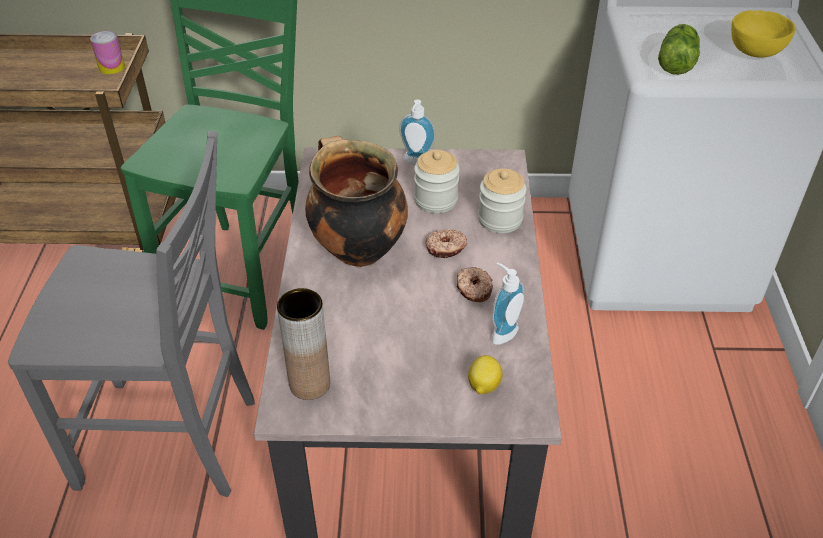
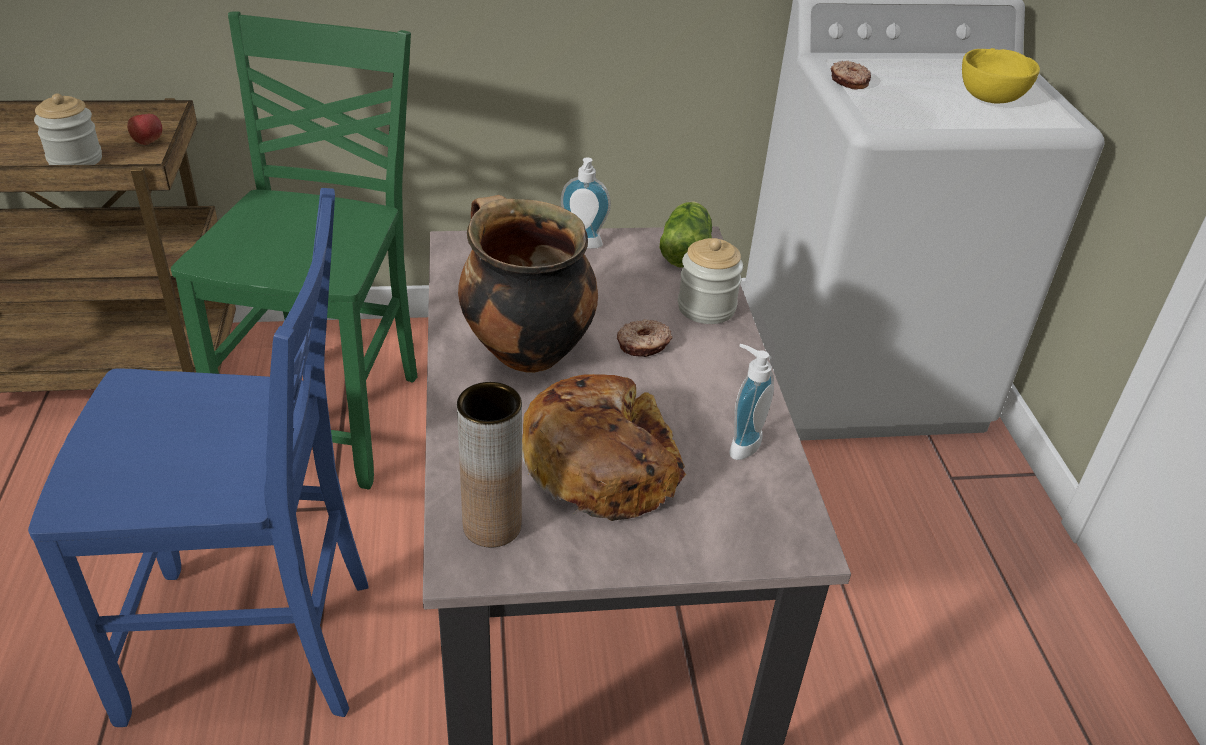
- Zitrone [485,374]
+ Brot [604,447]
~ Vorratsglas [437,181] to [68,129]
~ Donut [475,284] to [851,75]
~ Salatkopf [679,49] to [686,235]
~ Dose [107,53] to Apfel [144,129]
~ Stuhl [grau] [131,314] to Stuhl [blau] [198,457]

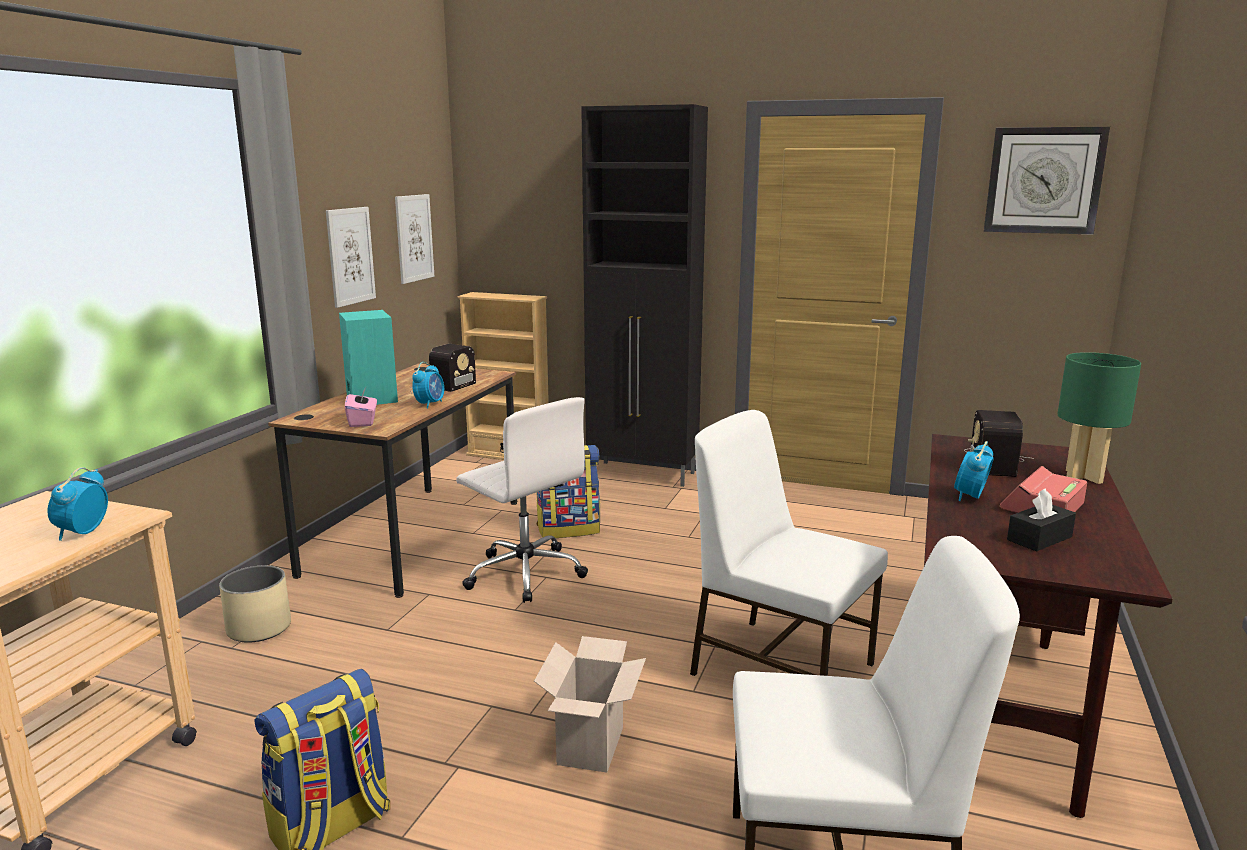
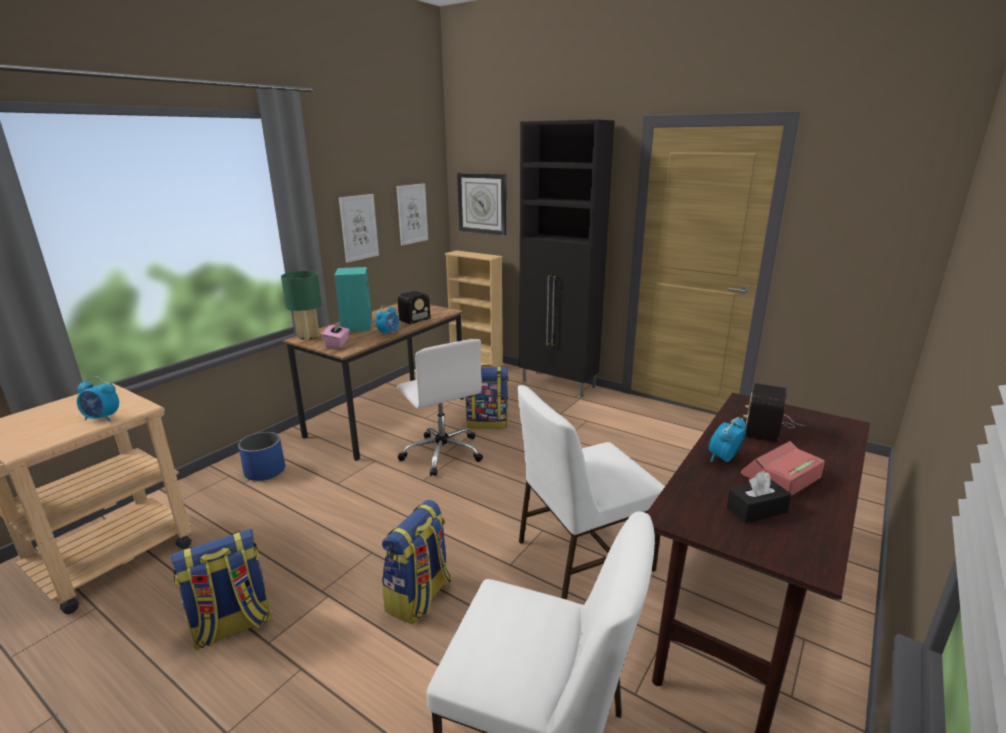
~ Wanduhr [1047,181] to [482,204]
~ Tischlampe [grün] [1099,418] to [301,306]
~ Karton [590,704] to Rucksack [416,562]
~ Pflanzkübel [beige] [255,604] to Pflanzkübel [blau] [261,456]
~ Wecker [77,504] = [98,398] 105 degrees counterclockwise
~ Stuhl [weiß] [789,543] = [591,492] 75 degrees counterclockwise

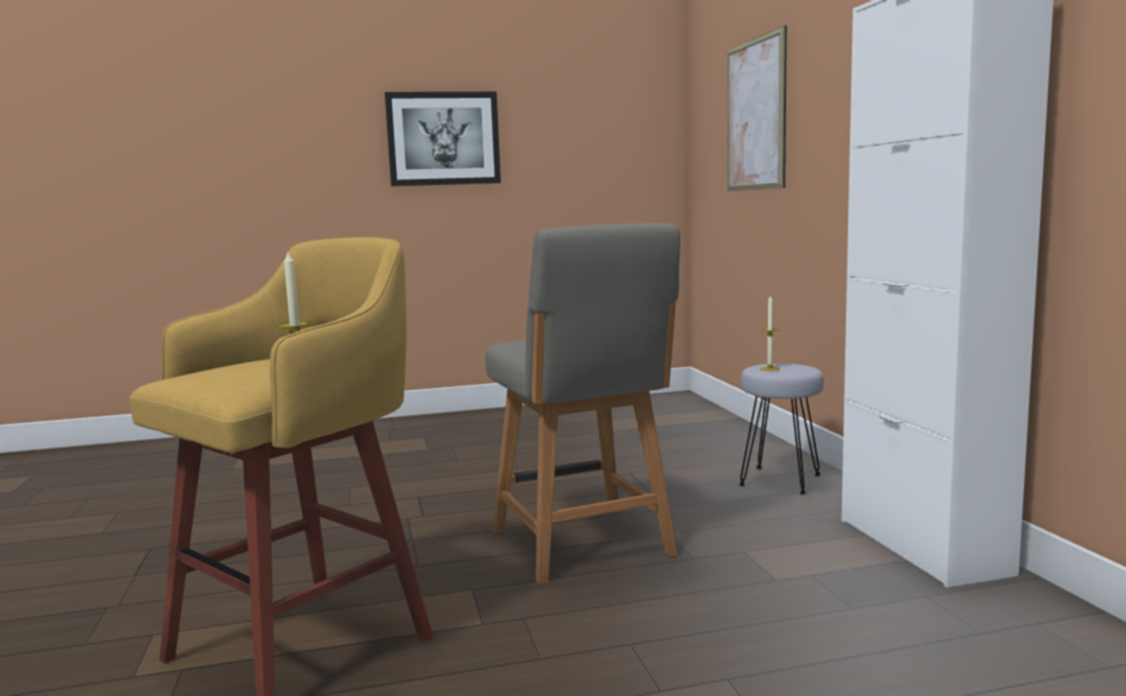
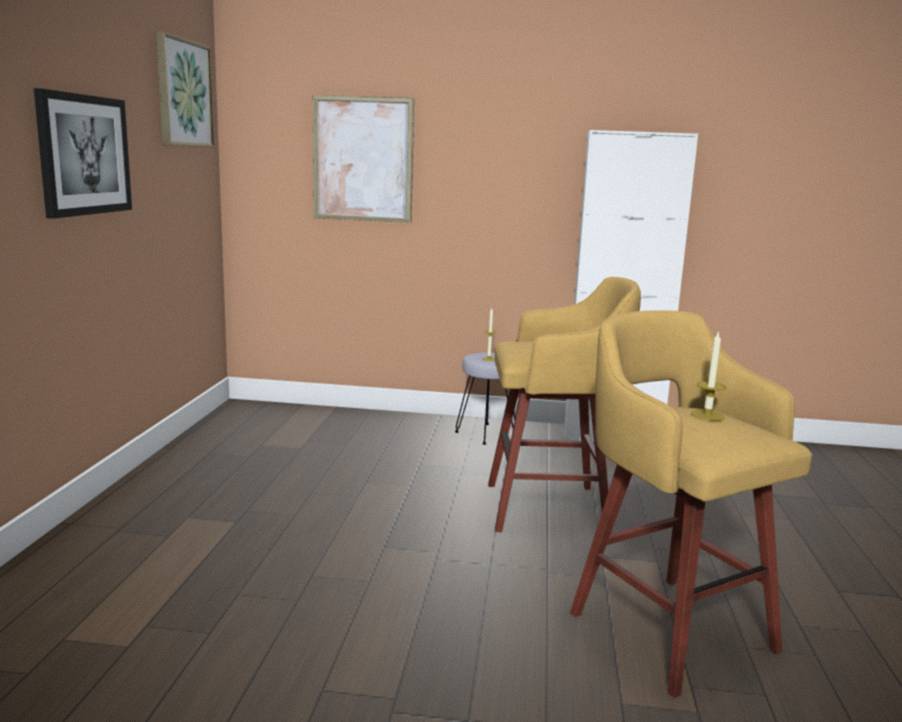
+ Bild [185,89]
~ Stuhl [grau] [582,404] to Hocker [gelb] [564,404]

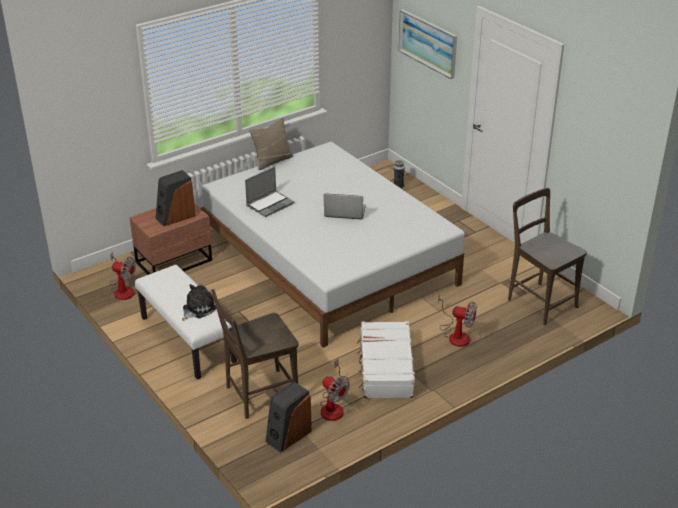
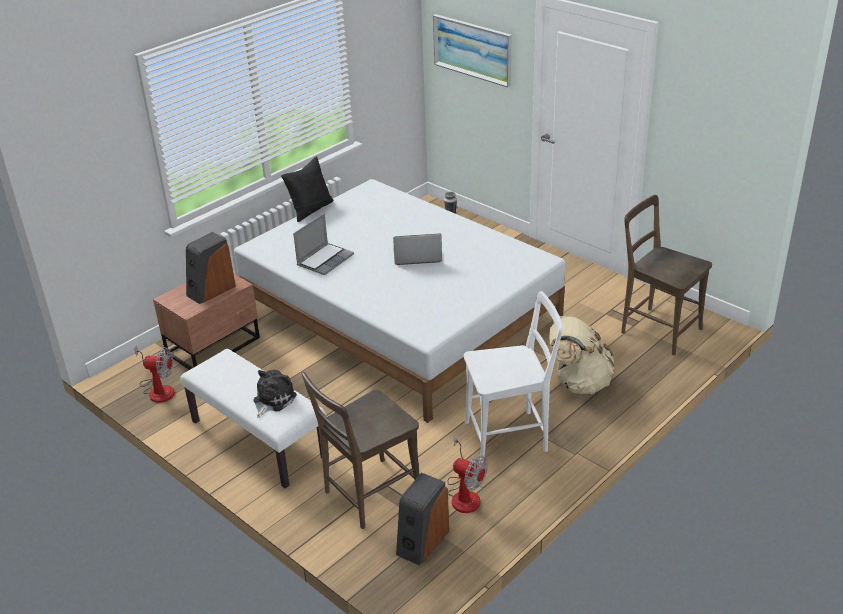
~ Koffer [weiß] [386,359] to Stuhl [weiß] [513,377]
~ Ventilator [457,321] to Rucksack [beige] [582,355]
~ Kissen [beige] [271,144] to Kissen [schwarz] [307,189]

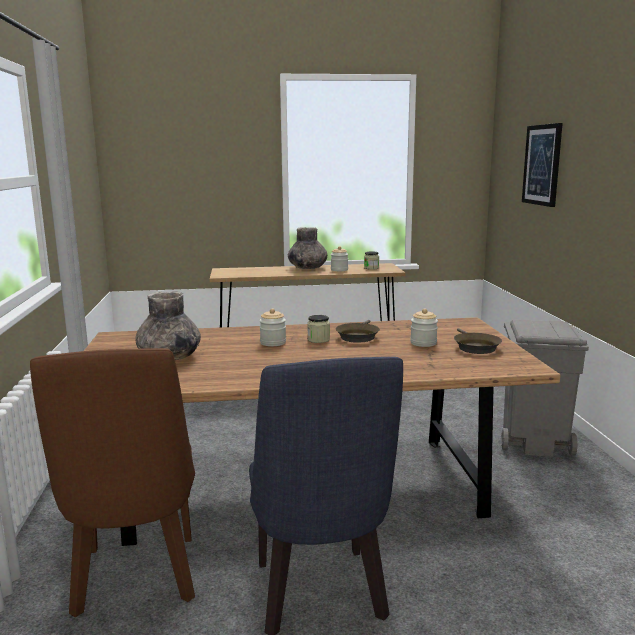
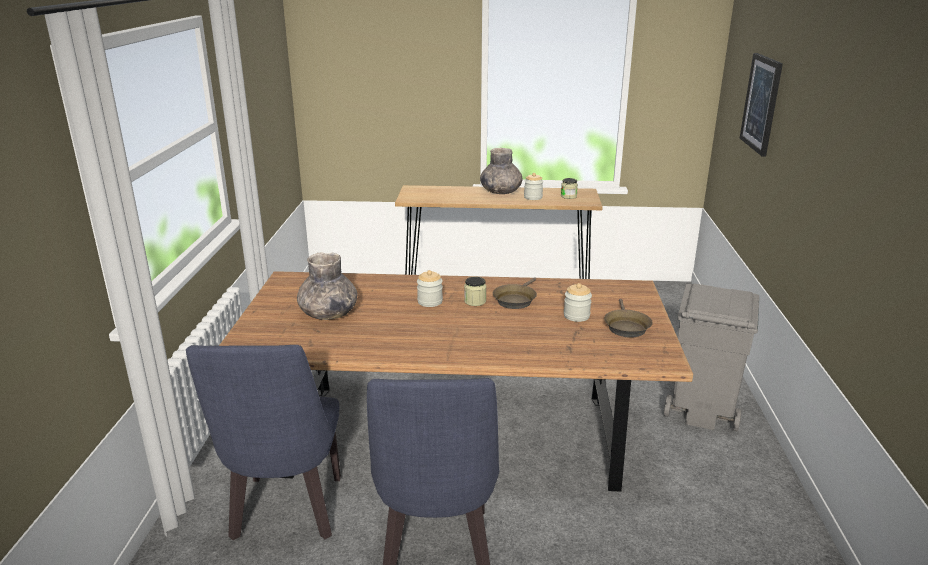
~ Stuhl [braun] [112,482] to Stuhl [blau] [263,442]

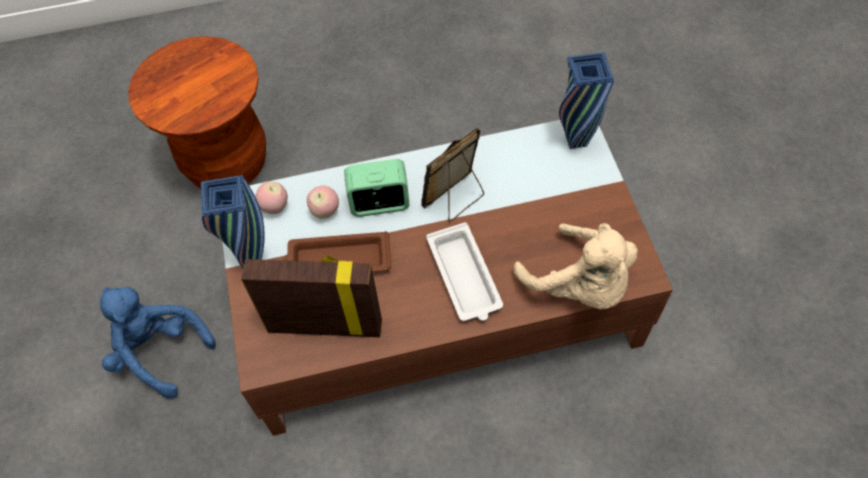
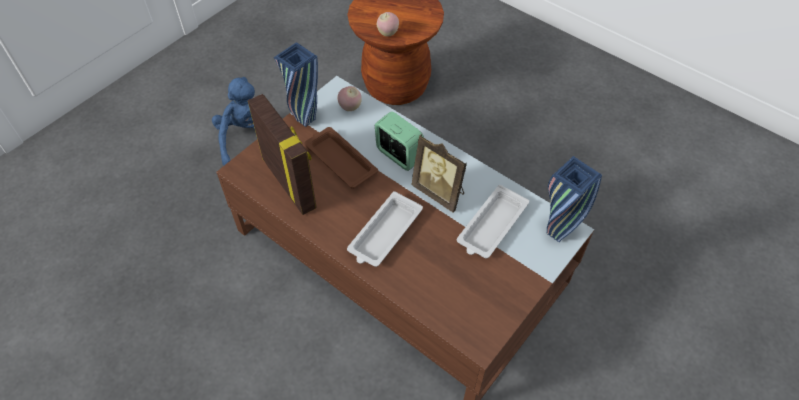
- Plüschtier [beige] [575,266]
+ Tablett [weiß] [493,221]
~ Apfel [323,202] to [388,24]
~ Bilderrahmen [452,175] = [439,173] 150 degrees counterclockwise

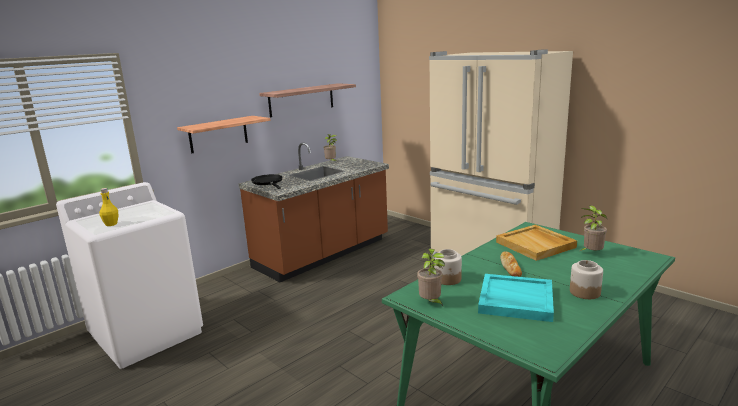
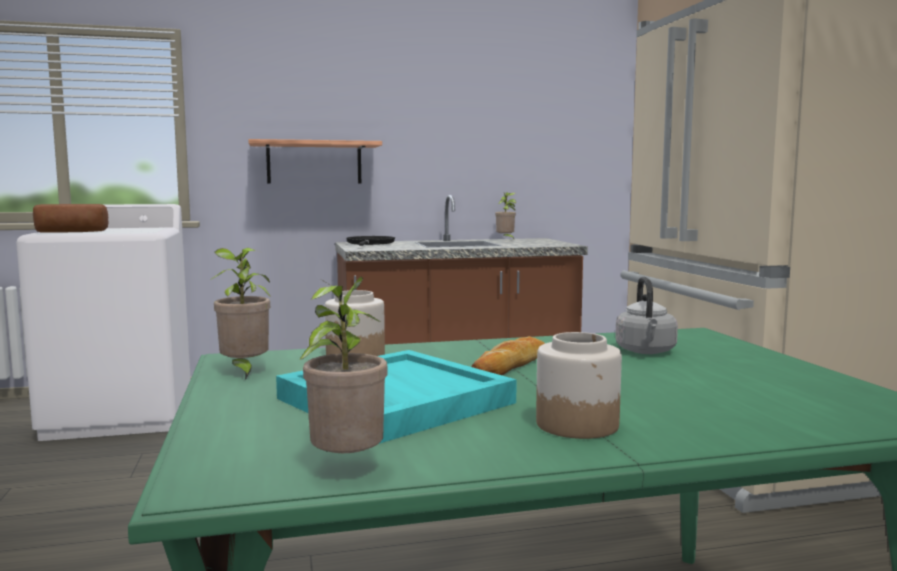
- Wandregal [307,100]
~ Topfpflanze [593,228] to [343,365]
~ Flasche [gelb] [108,207] to Brot [70,218]
~ Tablett [beige] [536,243] to Wasserkessel [grau] [646,315]

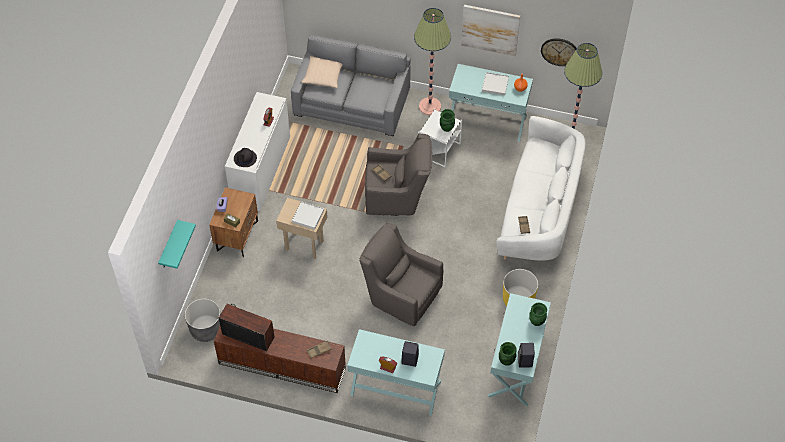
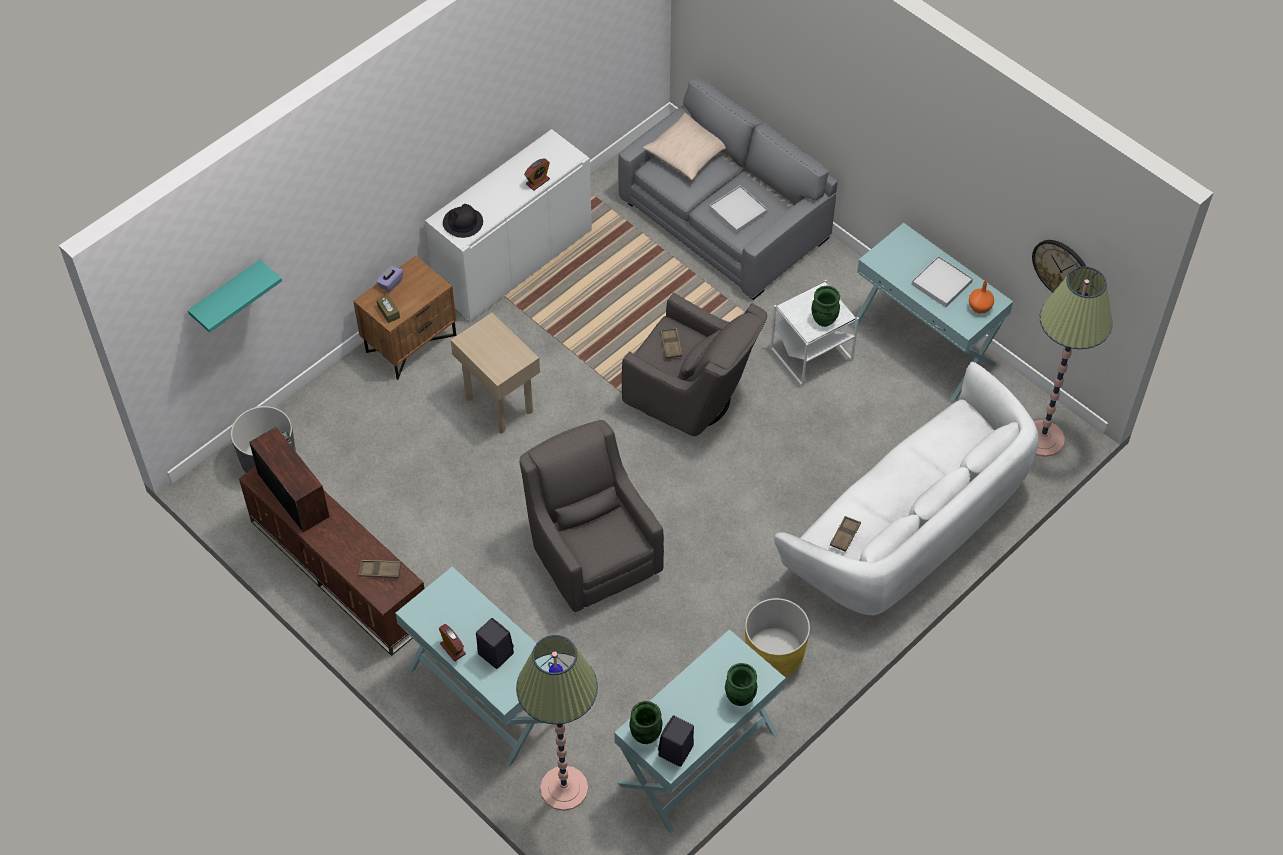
- Bild [490,30]
~ Tablett [weiß] [307,215] to [738,209]
~ Stehlampe [432,61] to [557,723]

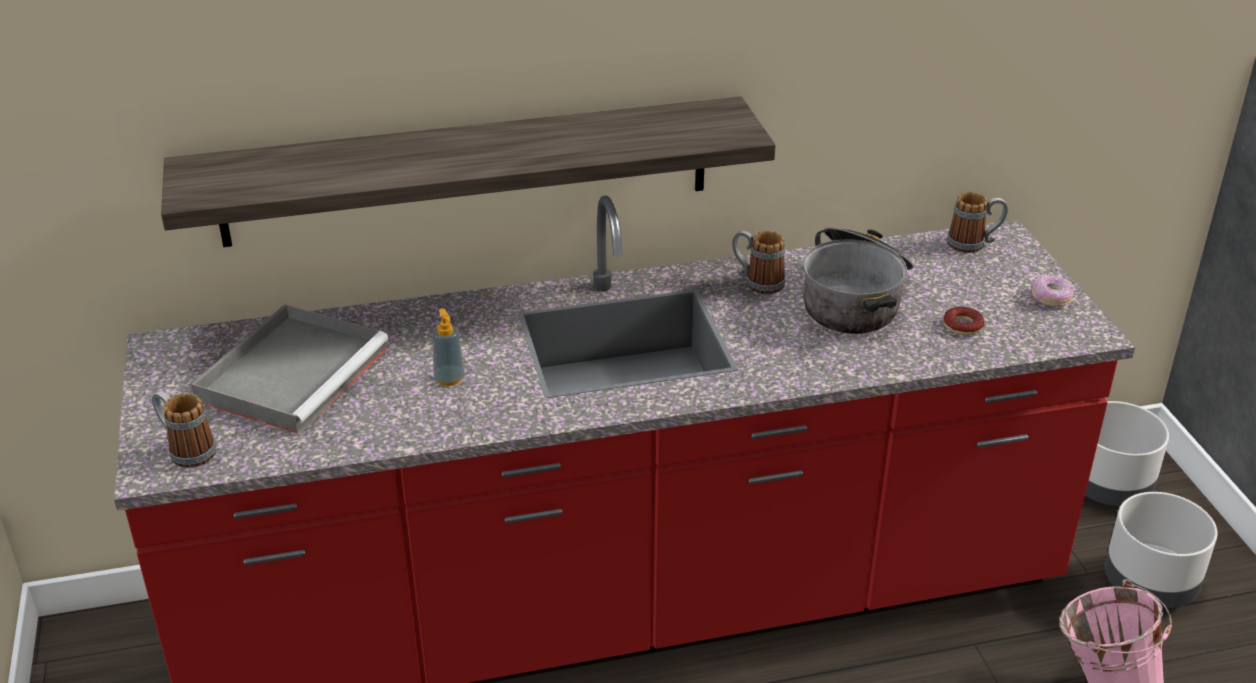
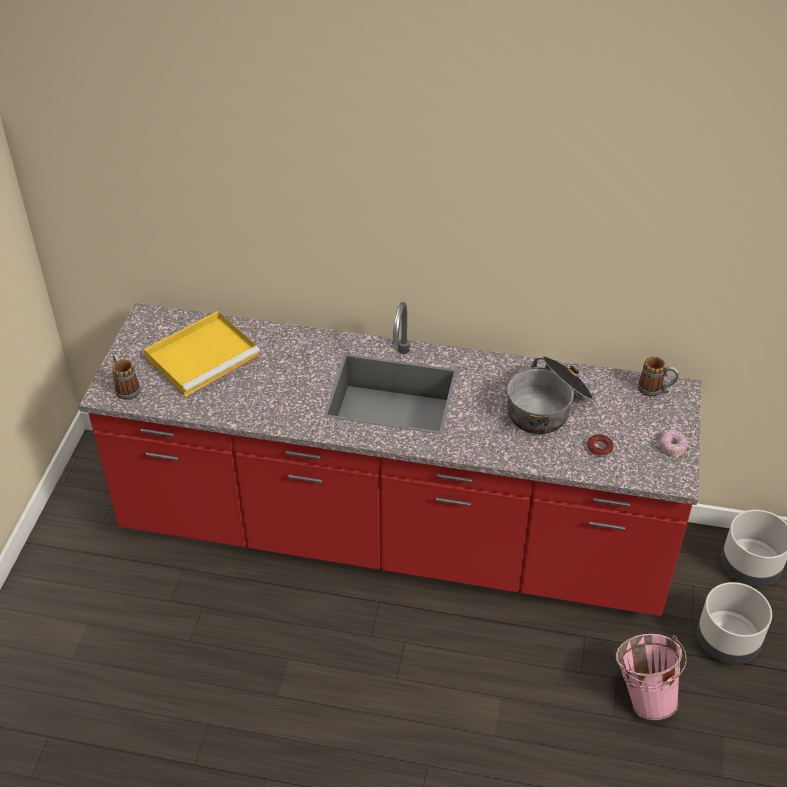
- Wandregal [468,172]
- Seifenspender [448,347]
- Henkelbecher [758,262]
~ Tablett [grau] [289,369] to Tablett [gelb] [202,354]

